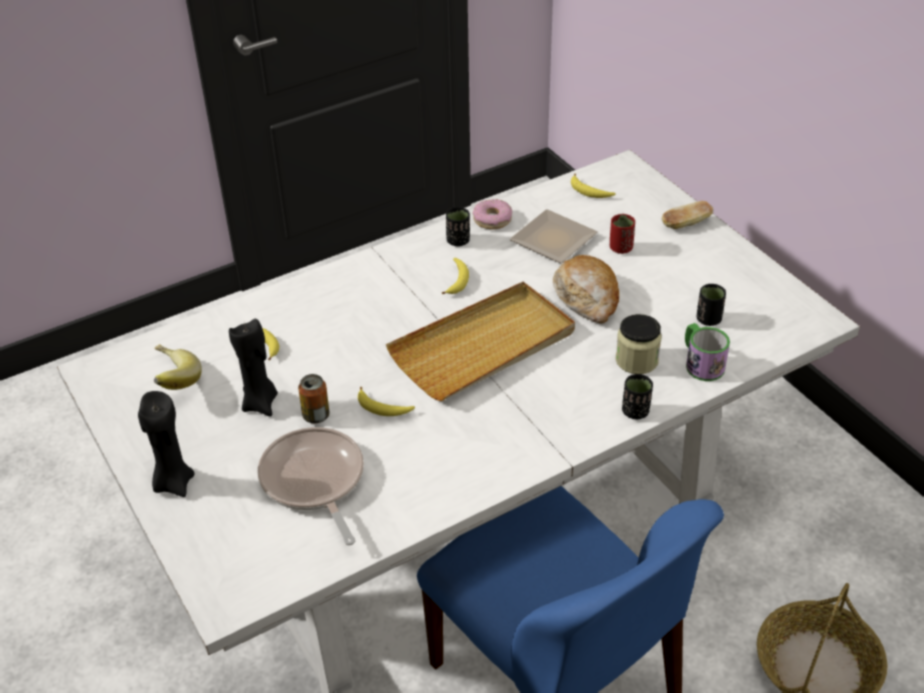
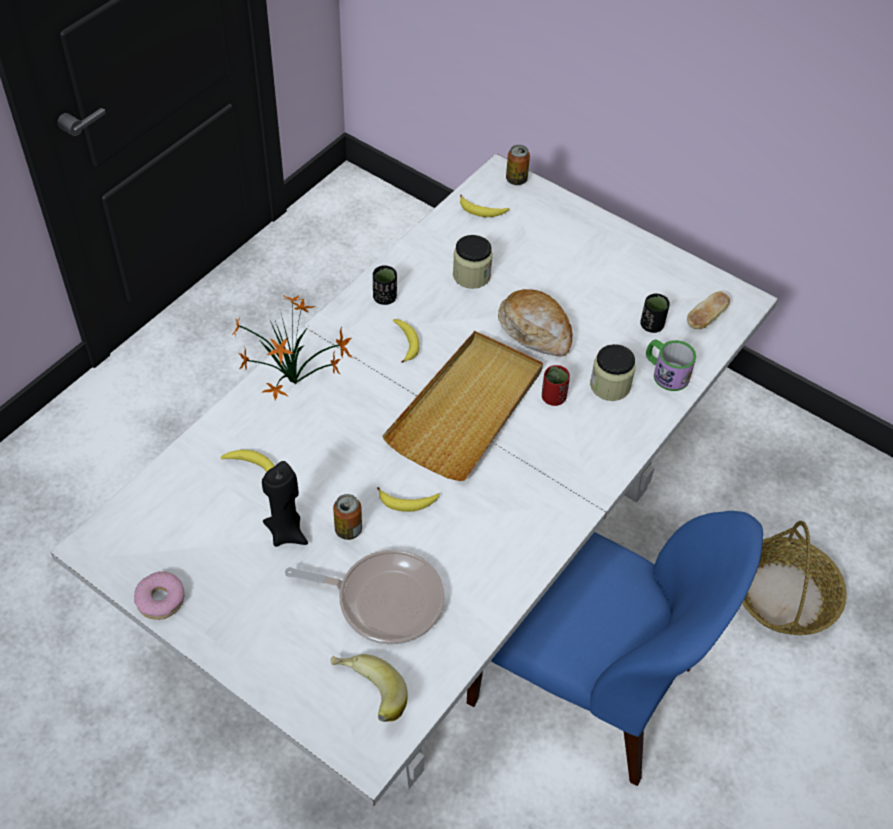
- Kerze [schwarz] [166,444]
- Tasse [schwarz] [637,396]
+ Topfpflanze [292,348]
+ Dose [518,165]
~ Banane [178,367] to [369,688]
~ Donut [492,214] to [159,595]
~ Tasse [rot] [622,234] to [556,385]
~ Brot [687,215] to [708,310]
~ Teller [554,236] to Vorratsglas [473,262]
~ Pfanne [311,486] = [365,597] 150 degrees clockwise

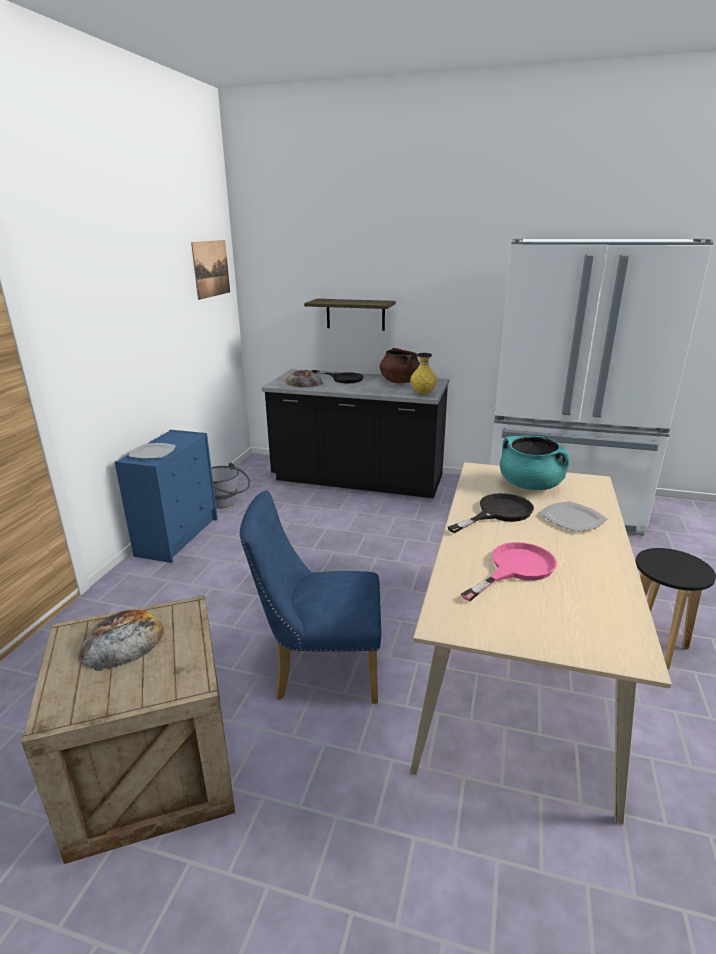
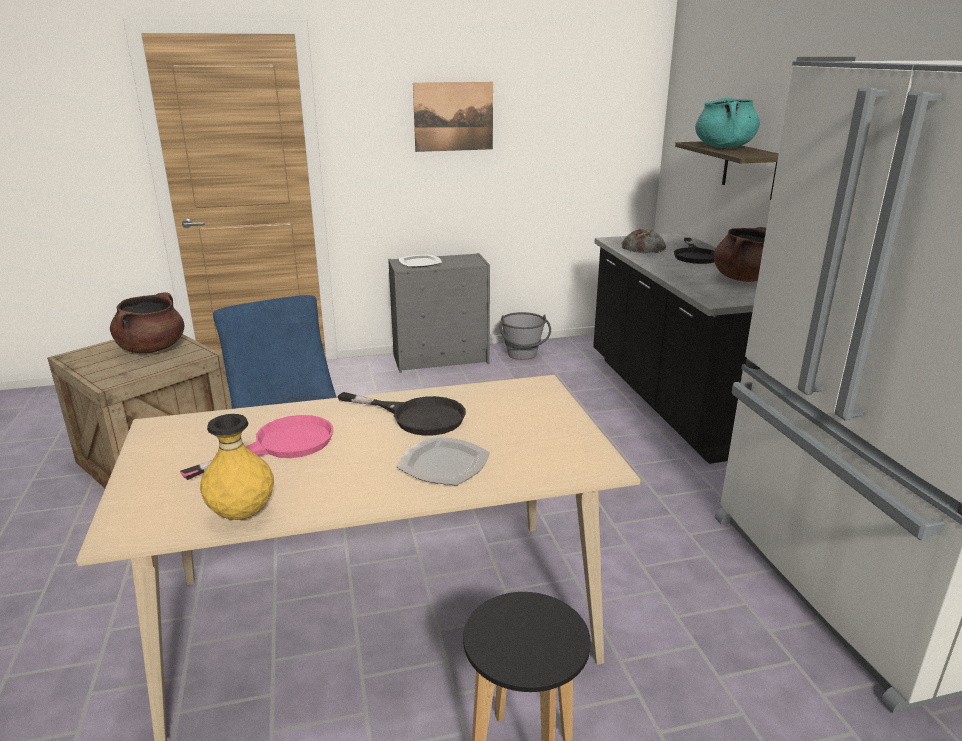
~ Bild [210,270] to [453,117]
~ Vase [gelb] [423,373] to [237,467]
~ Kochtopf [türkis] [535,462] to [727,123]
~ Brot [121,640] to Kochtopf [braun] [147,322]
~ Kommode [blau] [166,496] to Kommode [grau] [439,313]
~ Pfanne [rosa] [509,571] = [257,447] 60 degrees counterclockwise

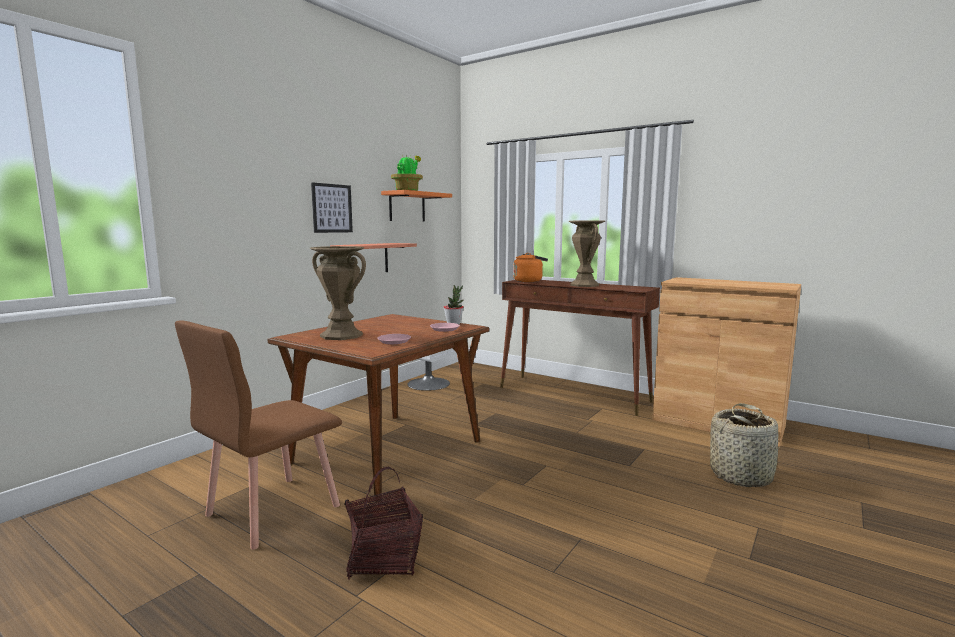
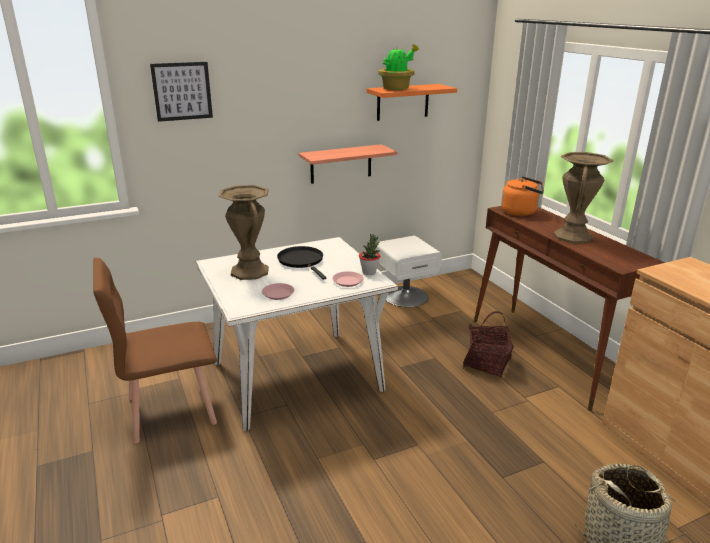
+ Pfanne [schwarz] [301,263]
~ Bild [332,207] to [181,92]
~ Korb [384,523] to [488,344]
~ Esstisch [braun] [378,408] to Esstisch [weiß] [297,334]

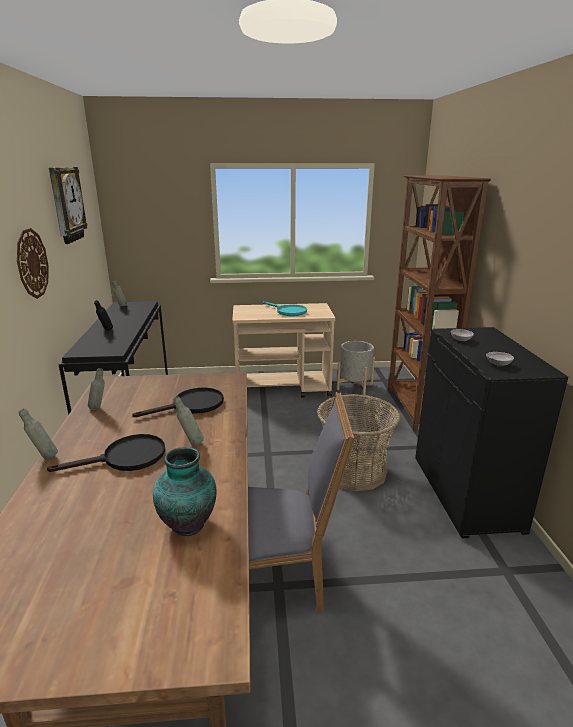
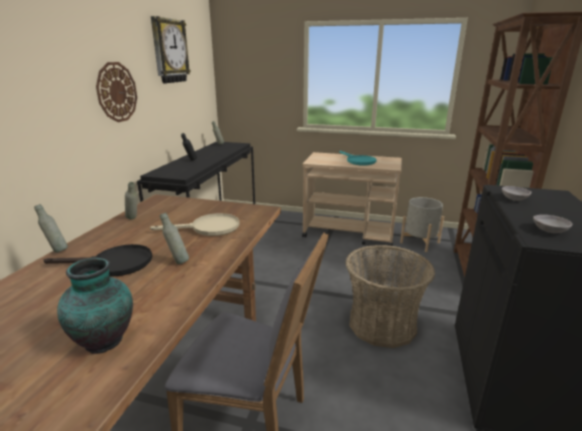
~ Pfanne [schwarz] [178,402] to Pfanne [beige] [195,224]

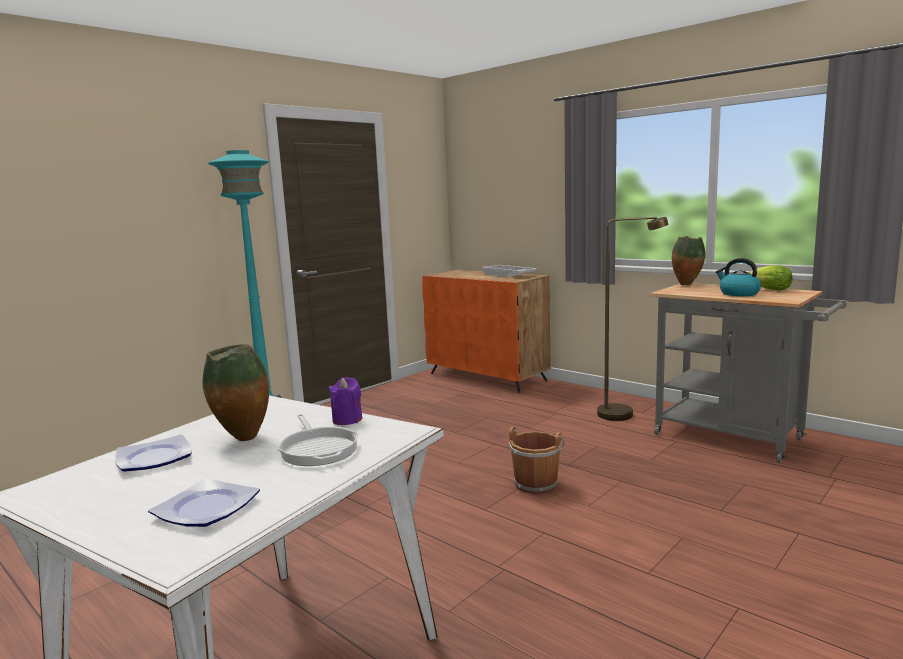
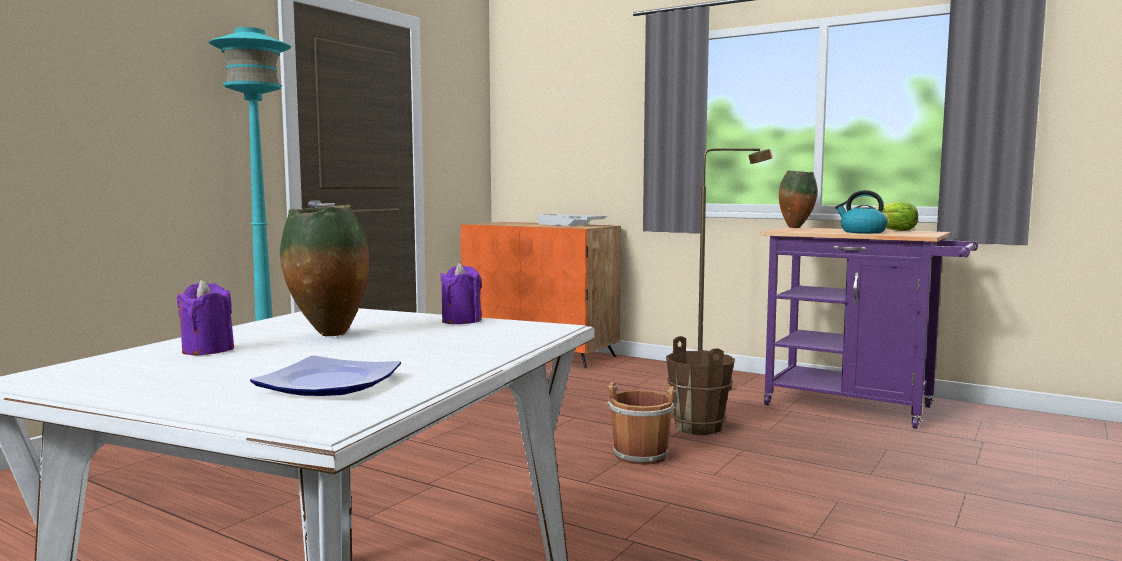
- Pfanne [318,440]
+ Eimer [braun] [700,385]
~ Teller [153,453] to Kerze [lila] [205,317]
~ Rollwagen [grau] [748,373] to Rollwagen [lila] [869,328]

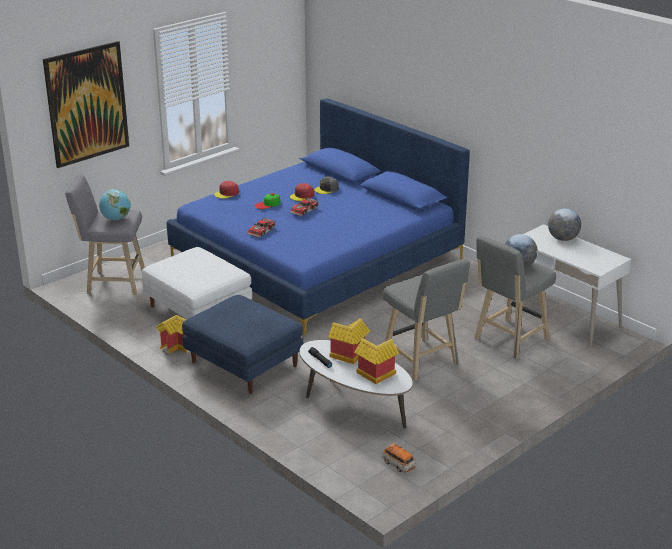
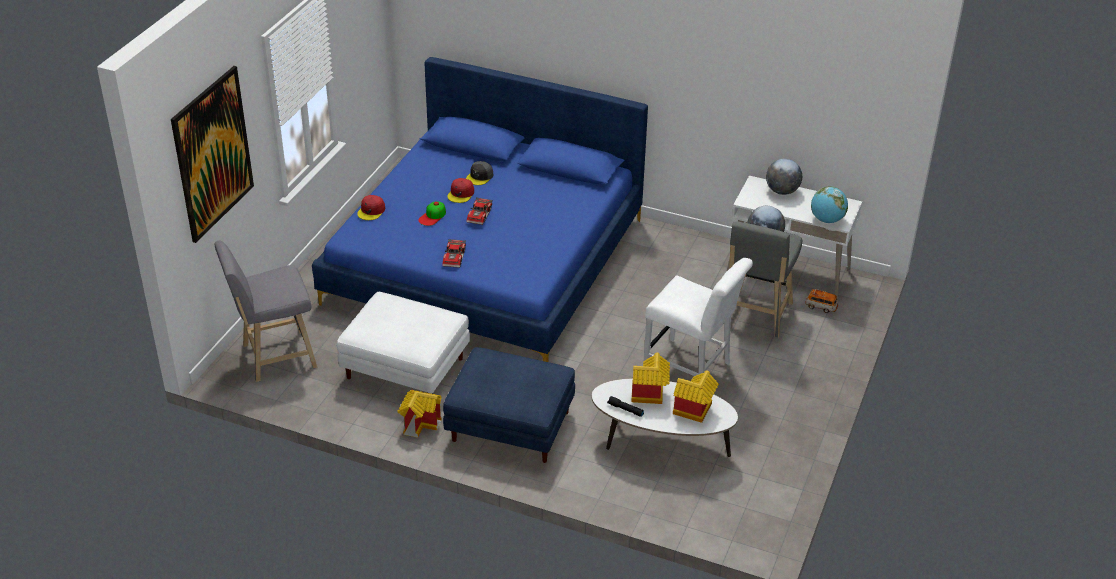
~ Globus [115,204] to [829,204]
~ Spielzeugauto [399,457] to [821,301]
~ Hocker [grau] [426,320] to Stuhl [weiß] [698,317]

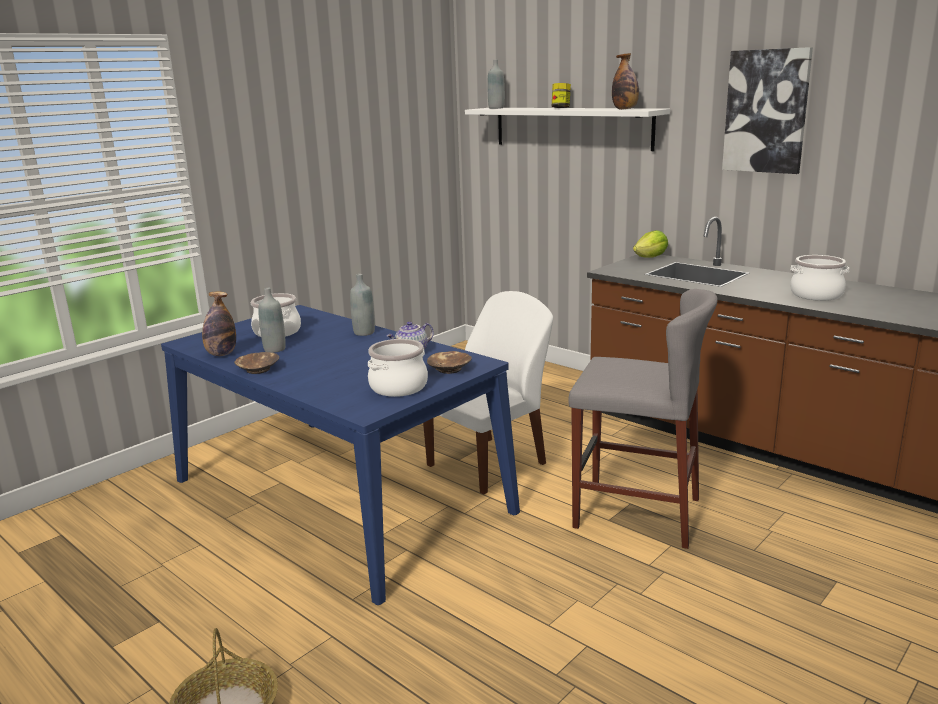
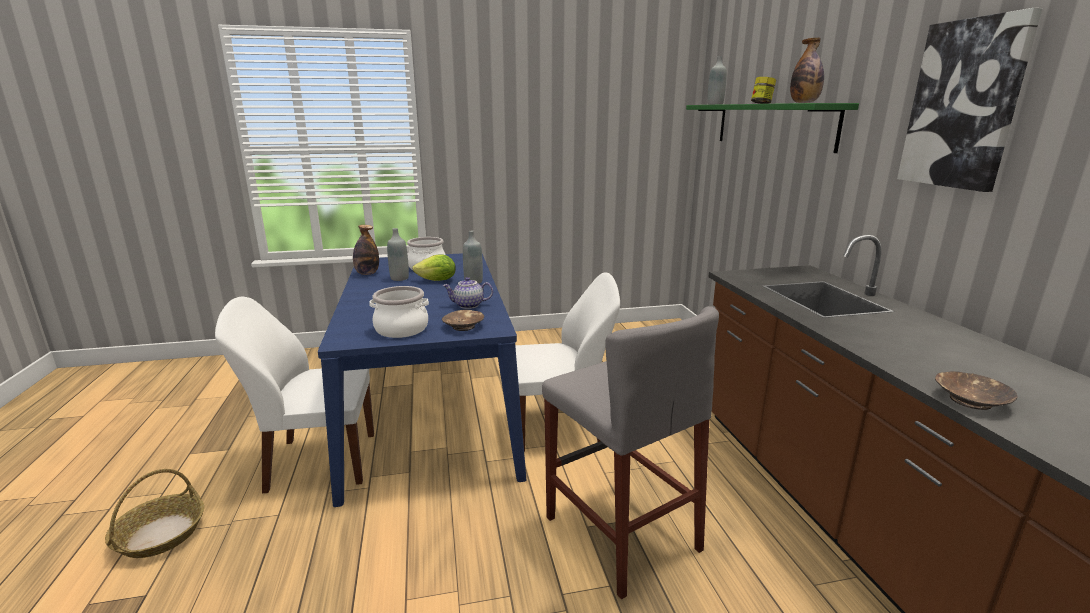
- Kochtopf [819,278]
+ Stuhl [weiß] [294,395]
~ Schüssel [braun] [256,363] to [976,390]
~ Salatkopf [650,244] to [434,267]
~ Wandregal [weiß] [567,129] to Wandregal [grün] [772,128]

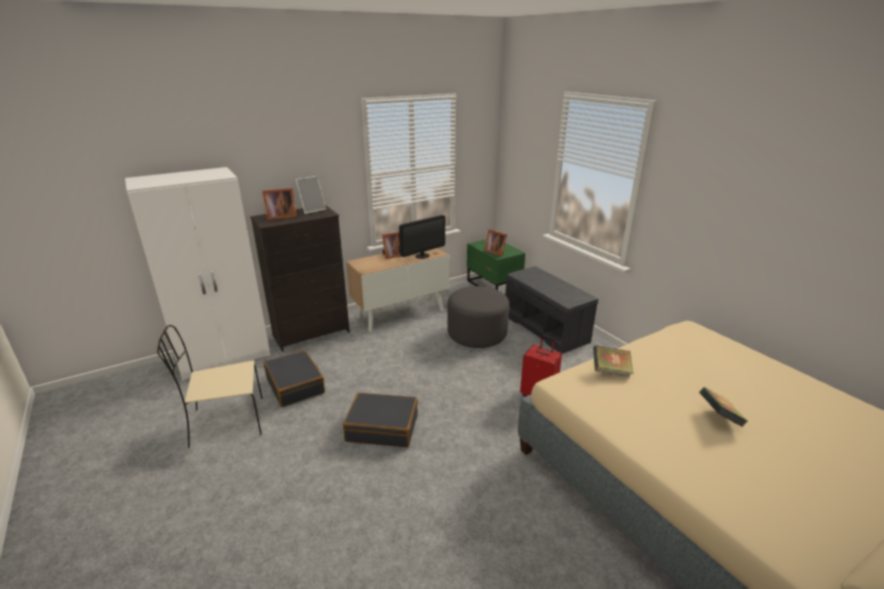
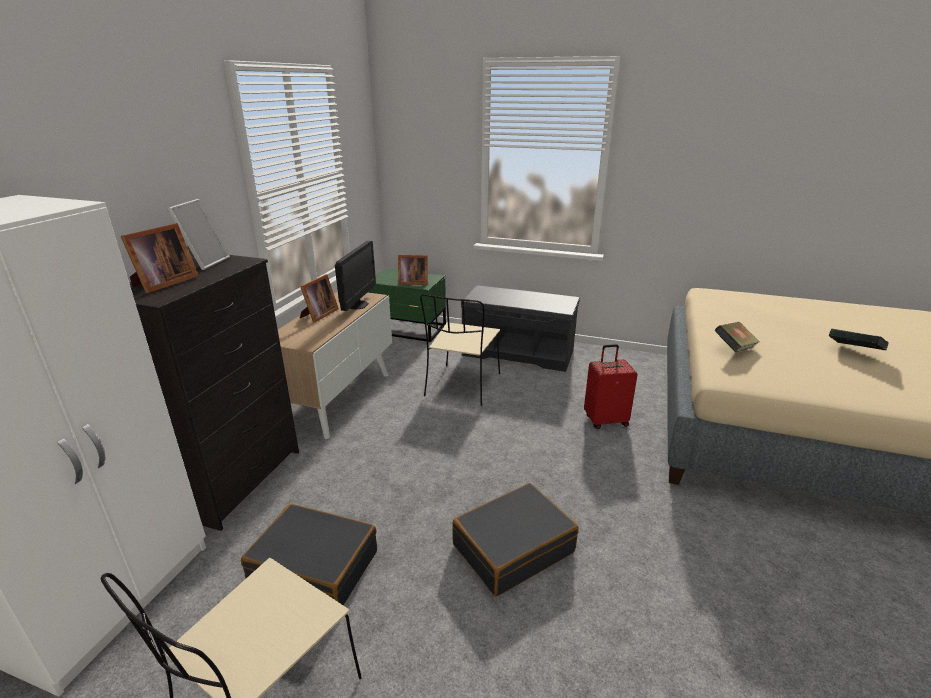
~ Polsterhocker [grau] [478,317] to Stuhl [beige] [460,350]

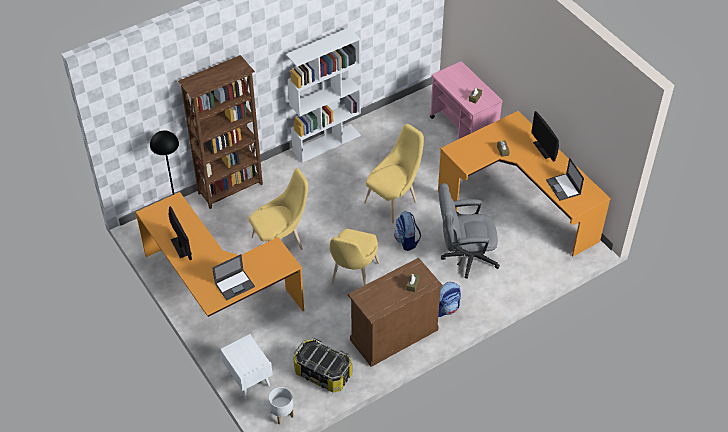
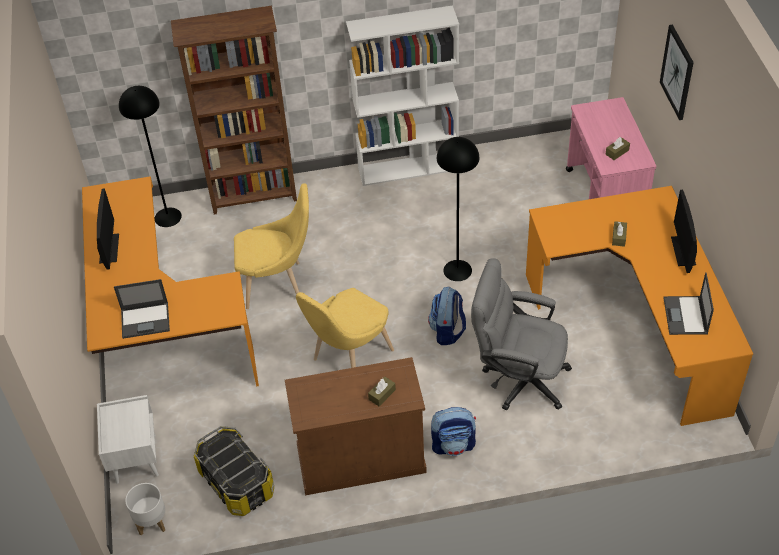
+ Bild [677,72]
~ Stuhl [gelb] [394,173] to Stehlampe [schwarz] [458,209]

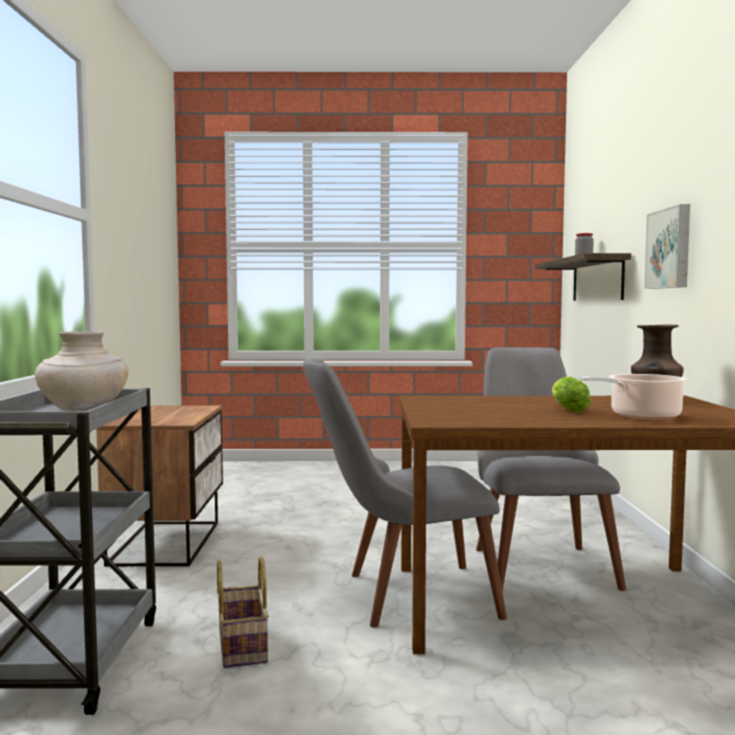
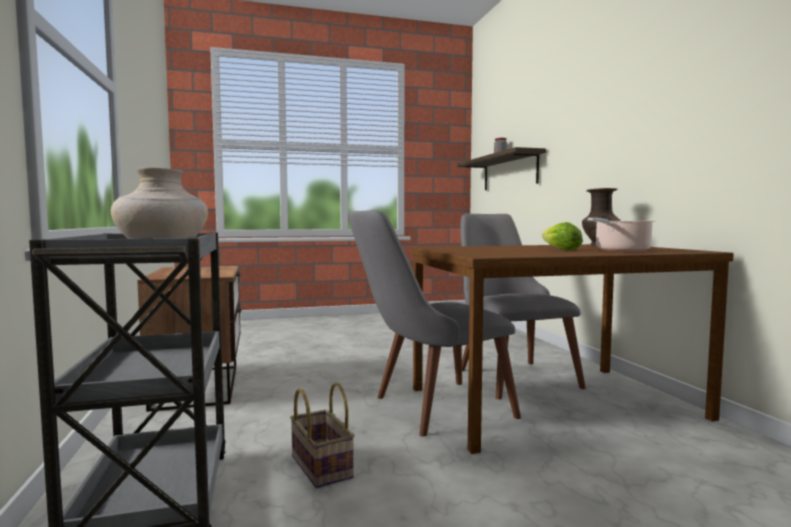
- Bild [667,246]

